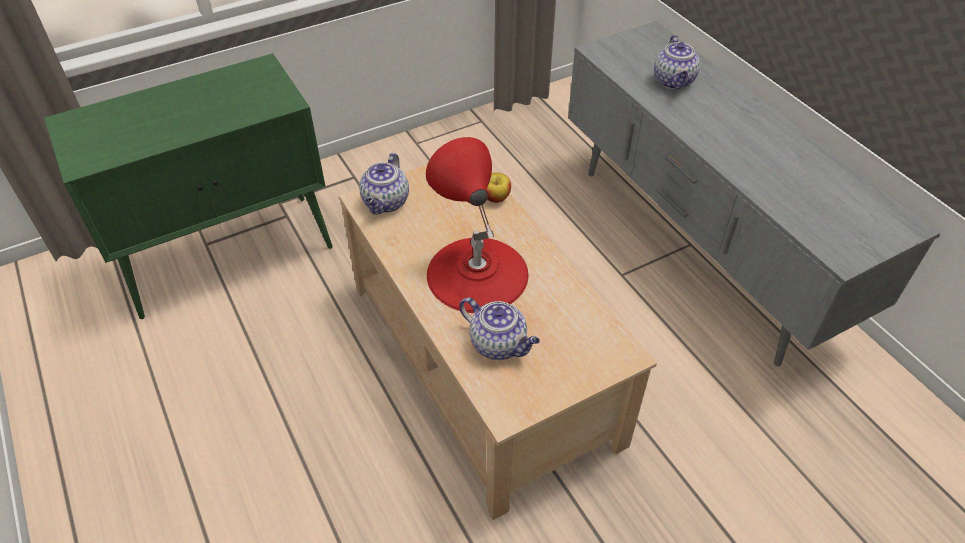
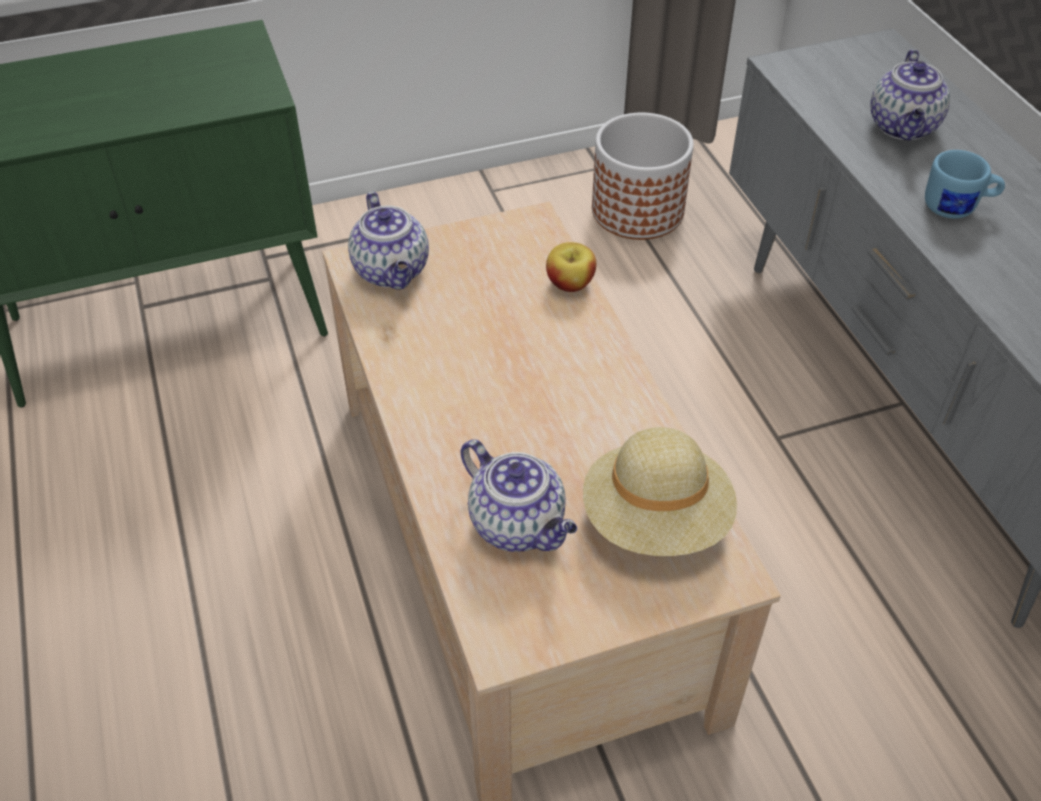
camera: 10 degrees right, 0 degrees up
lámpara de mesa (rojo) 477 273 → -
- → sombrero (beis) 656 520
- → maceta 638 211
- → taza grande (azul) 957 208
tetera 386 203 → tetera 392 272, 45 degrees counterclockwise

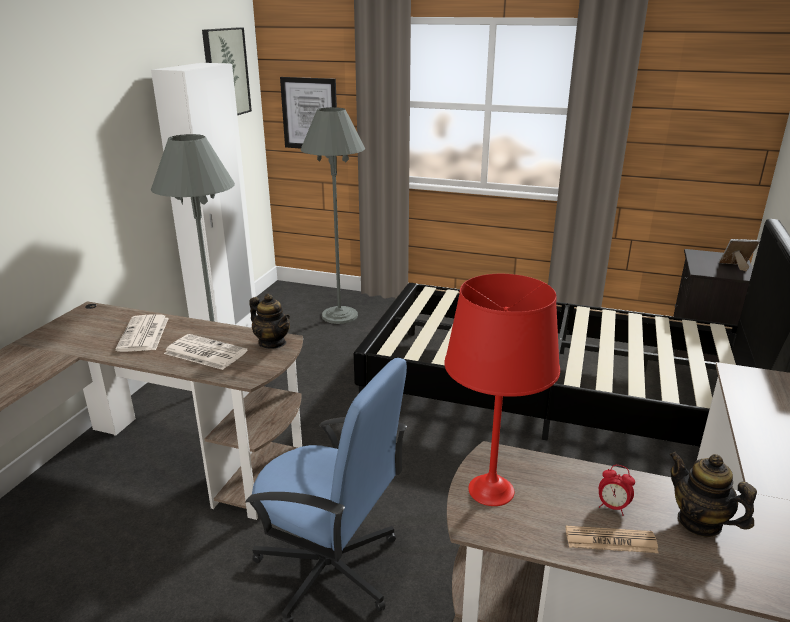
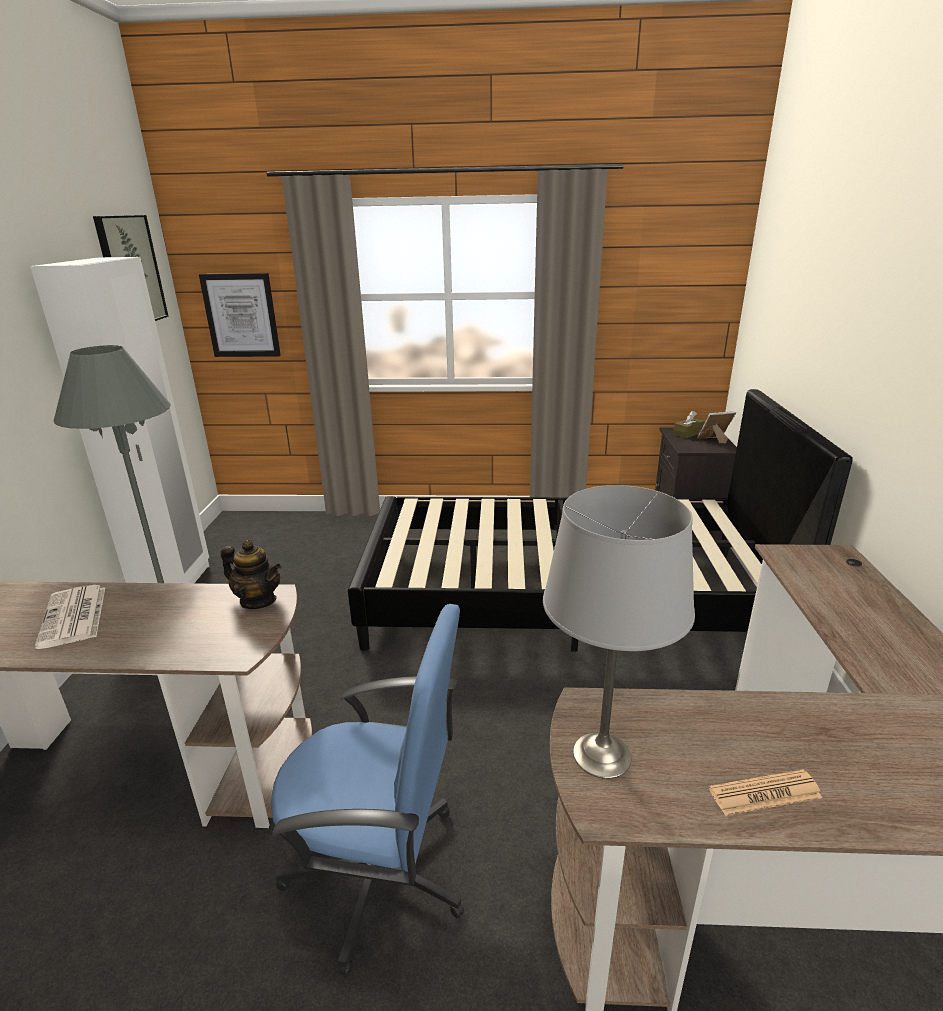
camera: 15 degrees left, 0 degrees up
periódico 204 352 → -
lámpara de pie (gris) 339 315 → -
despertador 612 507 → -
tetera 699 522 → -
- → caja de pañuelos (marrón) 688 433
lámpara de mesa (rojo) 492 490 → lámpara de mesa (gris) 603 755

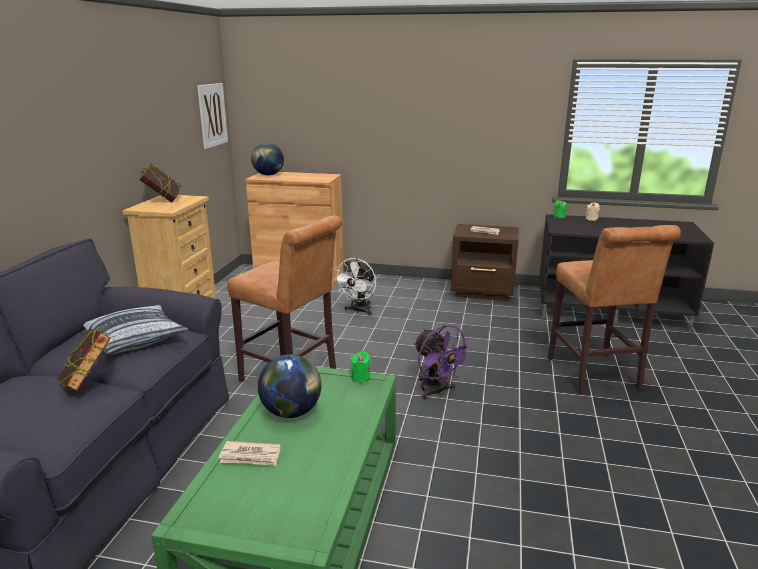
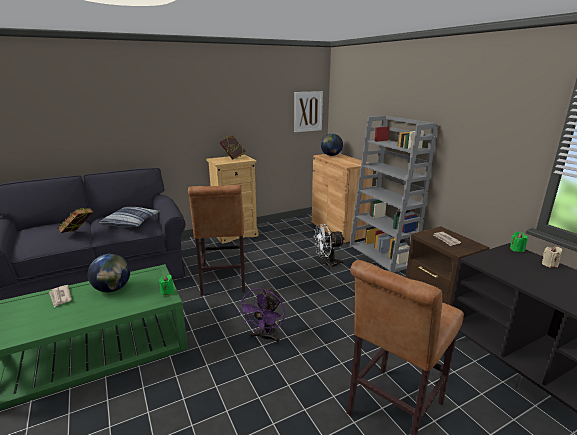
camera: 50 degrees right, 0 degrees up
- → estantería (gris) 382 255

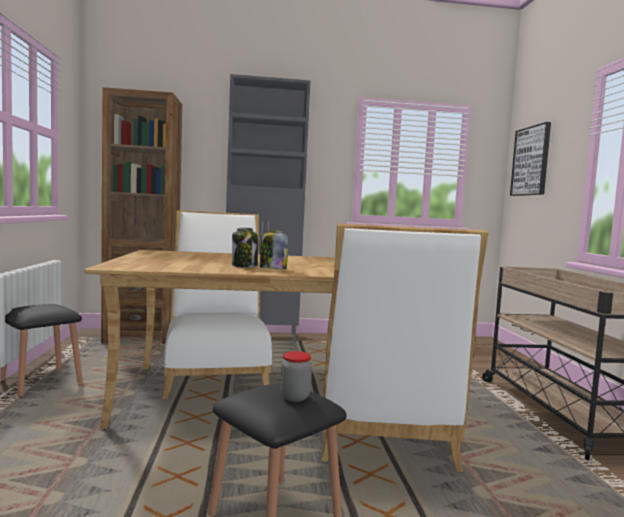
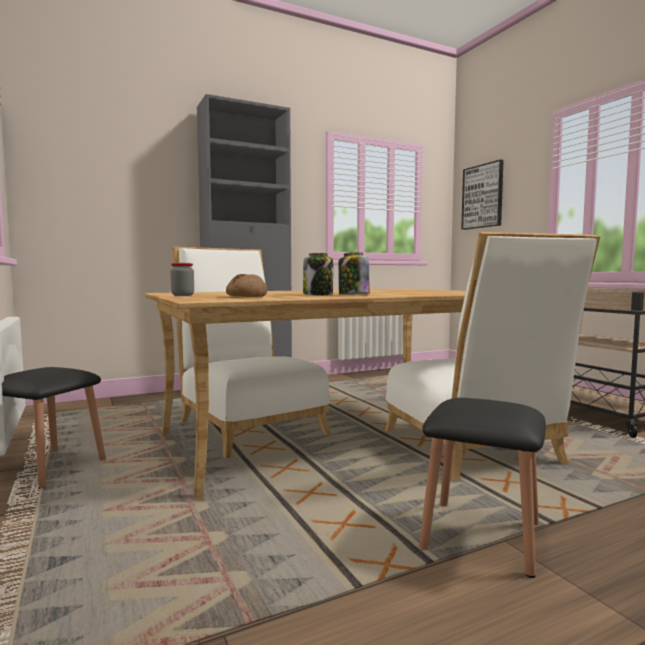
camera: 20 degrees left, 0 degrees up
estantería (marrón) 141 337 → -
- → pan 246 296
tarro 295 397 → tarro 182 295, relocated

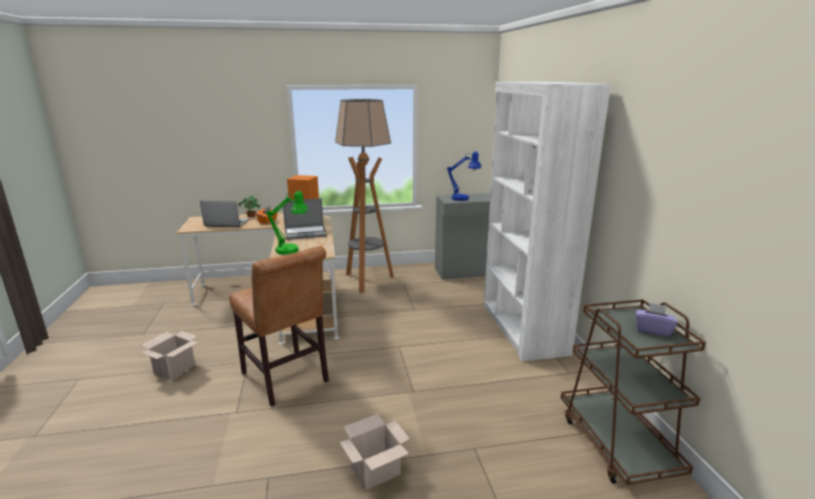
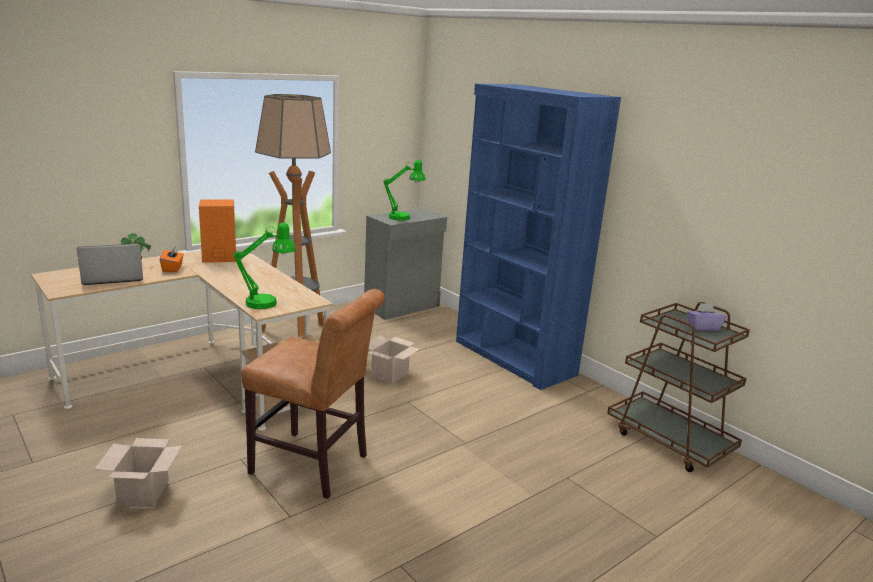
camera: 30 degrees left, 0 degrees up
portátil 306 233 → -
caja de cartón 375 472 → caja de cartón 390 375, relocated
lámpara de mesa (azul) 463 199 → lámpara de mesa (verde) 404 217
estantería (blanco) 522 328 → estantería (azul) 514 358

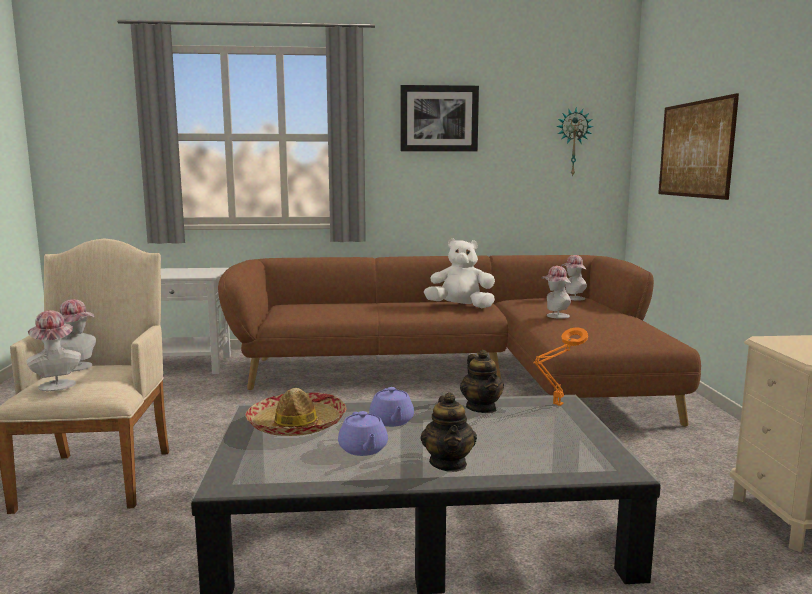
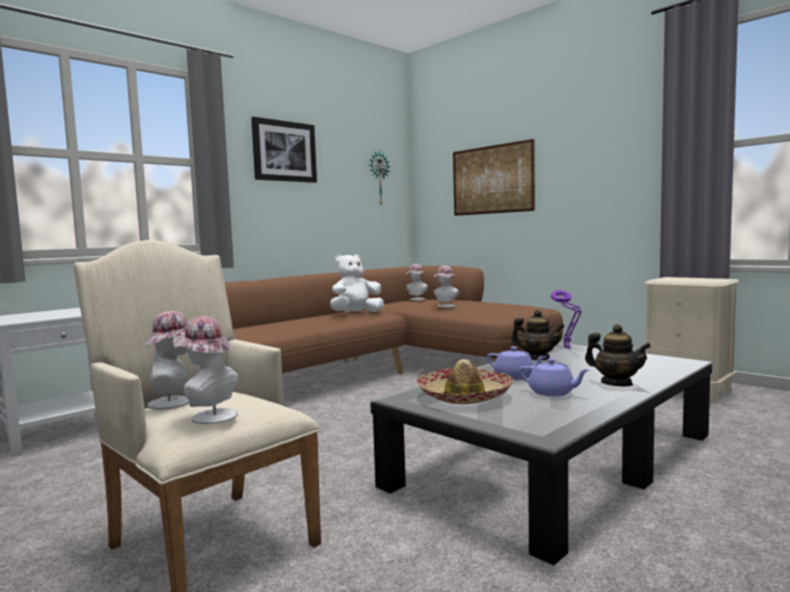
camera: 40 degrees left, 5 degrees down
lámpara de mesa (naranja) 556 405 → lámpara de mesa (morado) 568 348

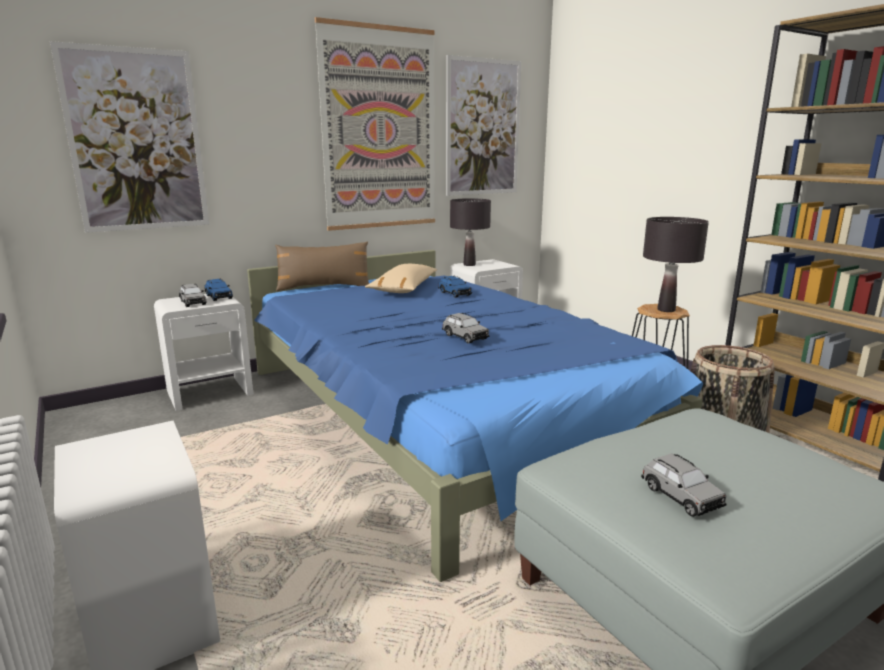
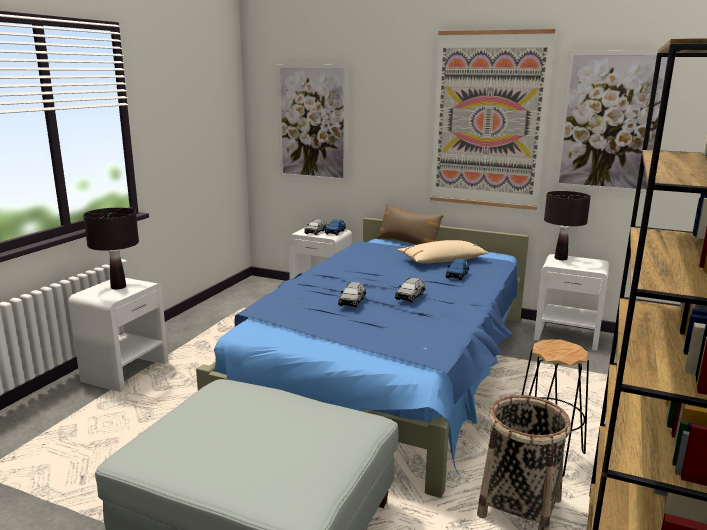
camera: 55 degrees right, 0 degrees up
coche de juguete (gris) 681 496 → coche de juguete (gris) 410 296, relocated
lámpara de mesa (negro) 666 310 → lámpara de mesa (negro) 118 287, relocated

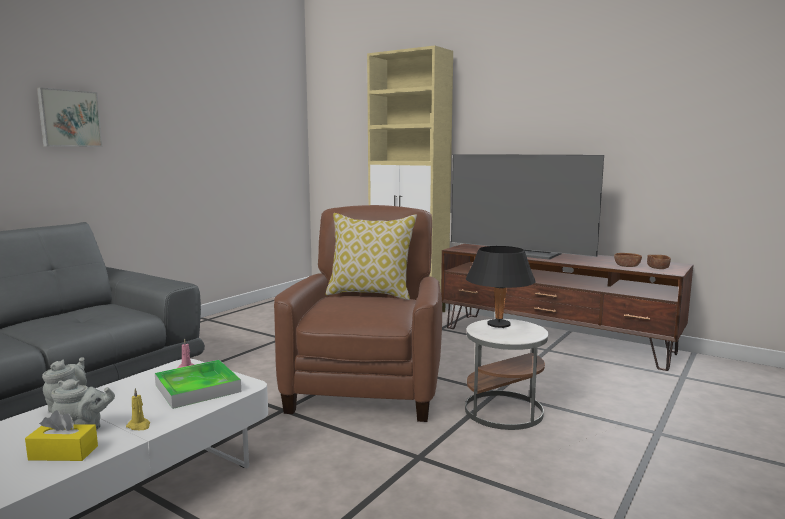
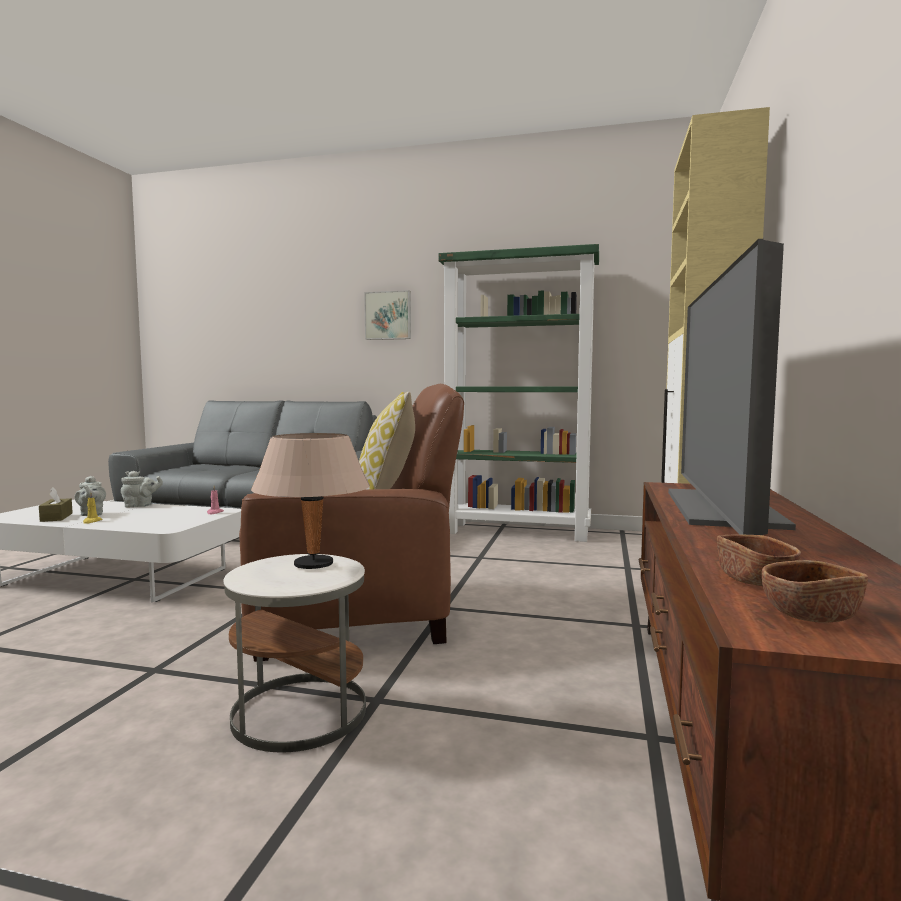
camera: 70 degrees right, 5 degrees down
bandeja 197 388 → -
- → estantería (verde) 518 532
caja de pañuelos (amarillo) 63 453 → caja de pañuelos (marrón) 56 517
lámpara de mesa (negro) 499 325 → lámpara de mesa (beis) 313 565

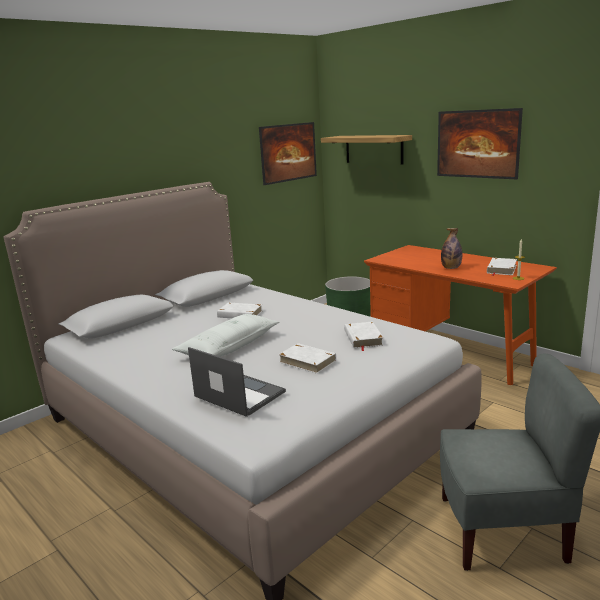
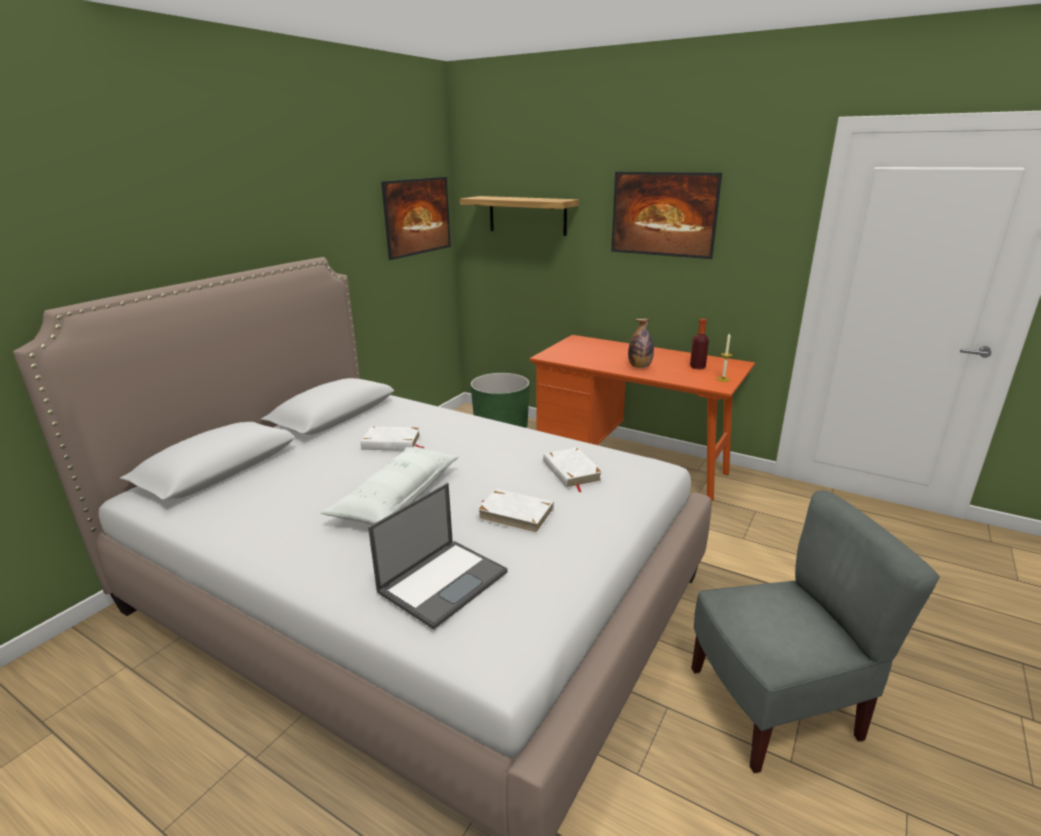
camera: 15 degrees left, 5 degrees up
libro (blanco) 501 269 → botella 697 367
portátil 238 394 → portátil 444 581, 105 degrees clockwise

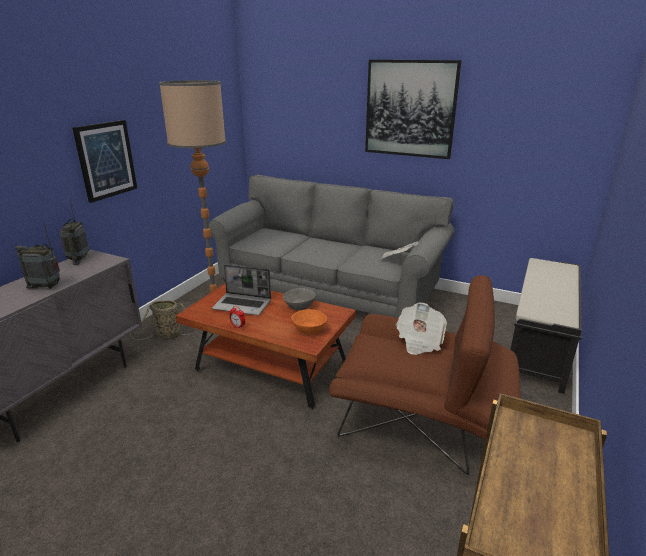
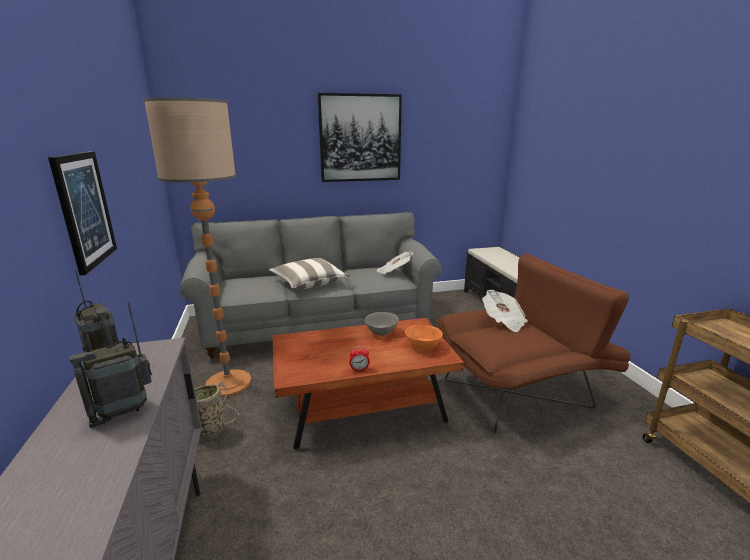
camera: 40 degrees left, 5 degrees down
portátil 243 305 → -
- → cojín 309 283

